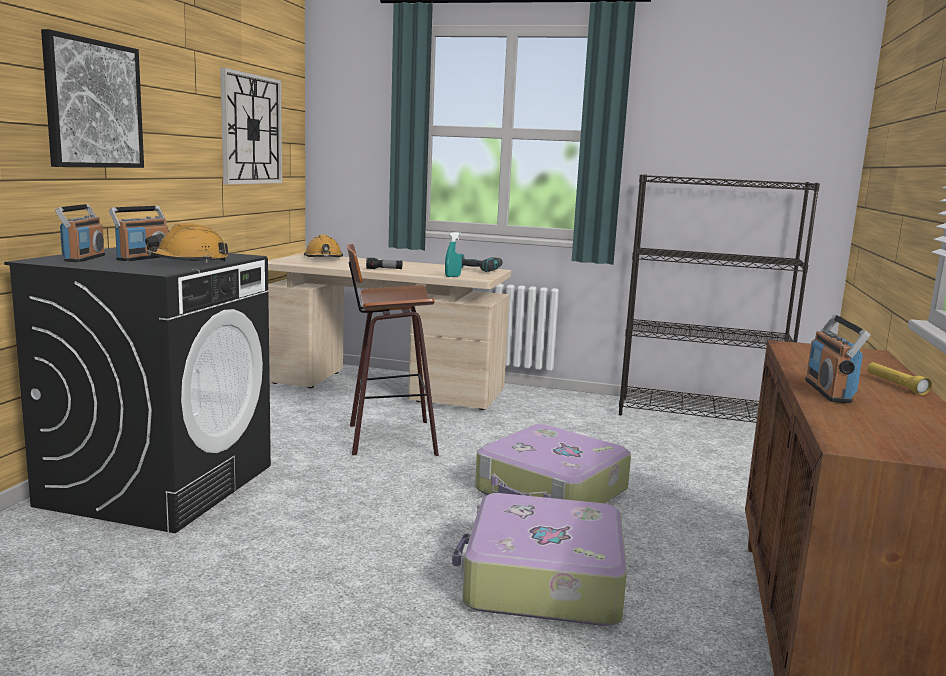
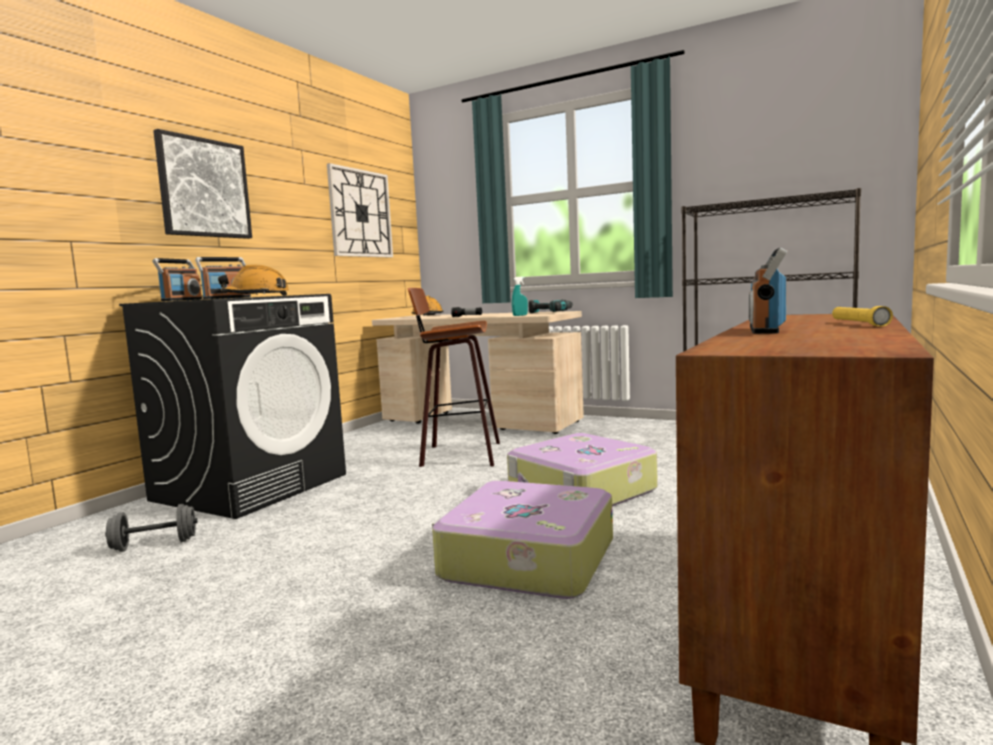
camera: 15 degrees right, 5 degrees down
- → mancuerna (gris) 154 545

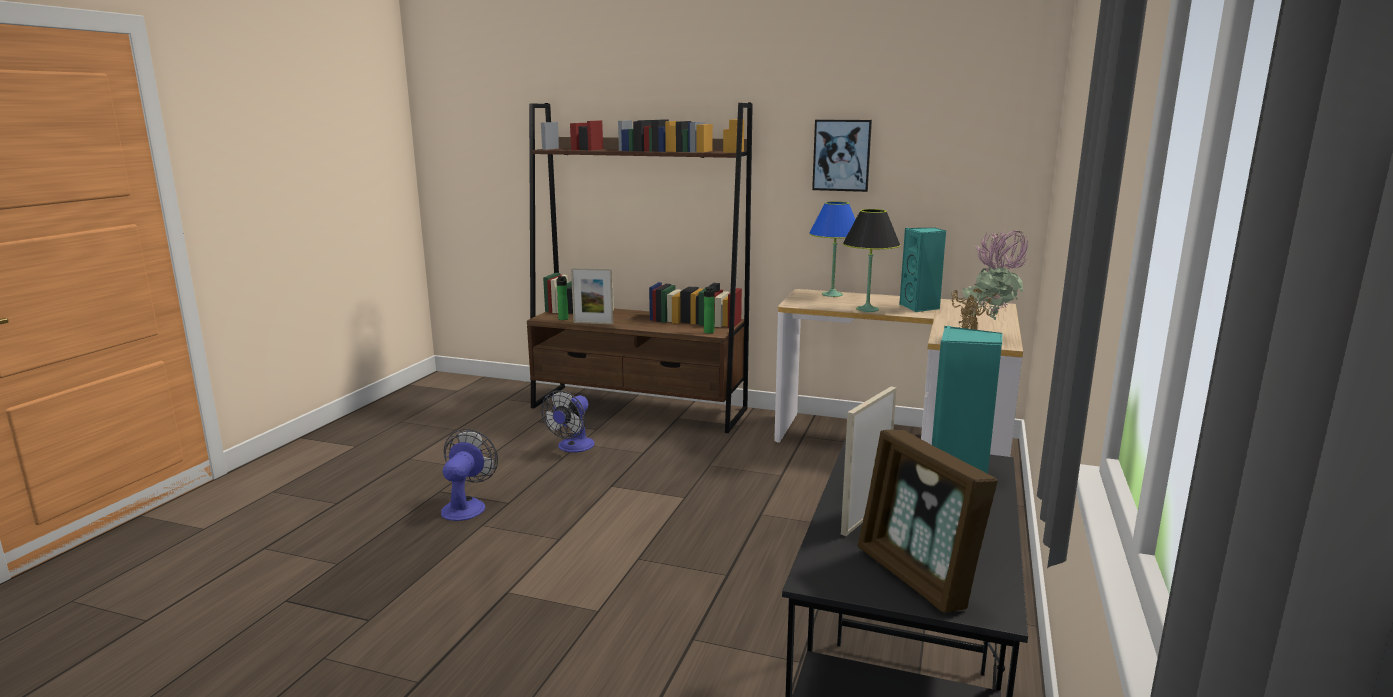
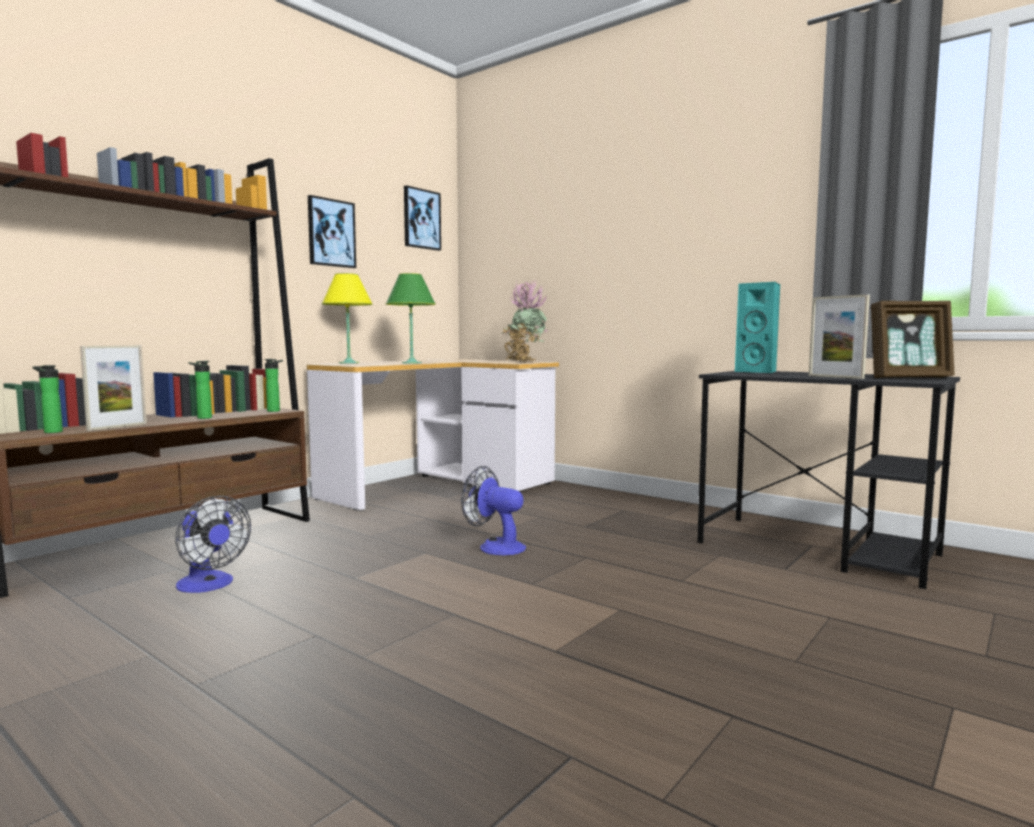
camera: 70 degrees left, 10 degrees down
altavoz (turquesa) 920 307 → -
- → botella 202 418
- → cuadro 421 219
ventilador 466 506 → ventilador 495 546, relocated
lámpara de mesa (azul) 832 294 → lámpara de mesa (amarillo) 348 363
lámpara de mesa (negro) 867 309 → lámpara de mesa (verde) 412 363

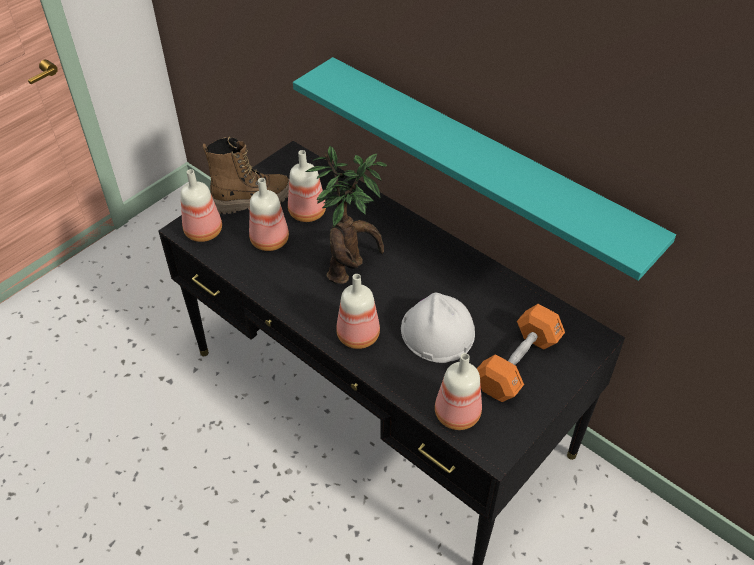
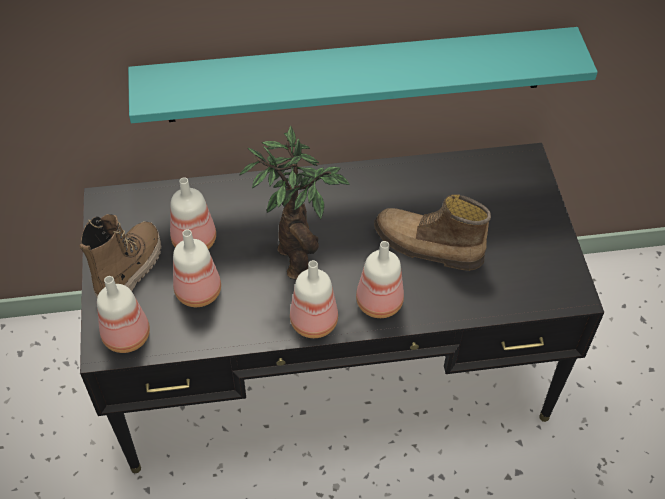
camera: 50 degrees left, 5 degrees up
mancuerna (naranja) 517 364 → -
botella 457 415 → botella 315 322, relocated
casco (blanco) 437 331 → bota 427 247

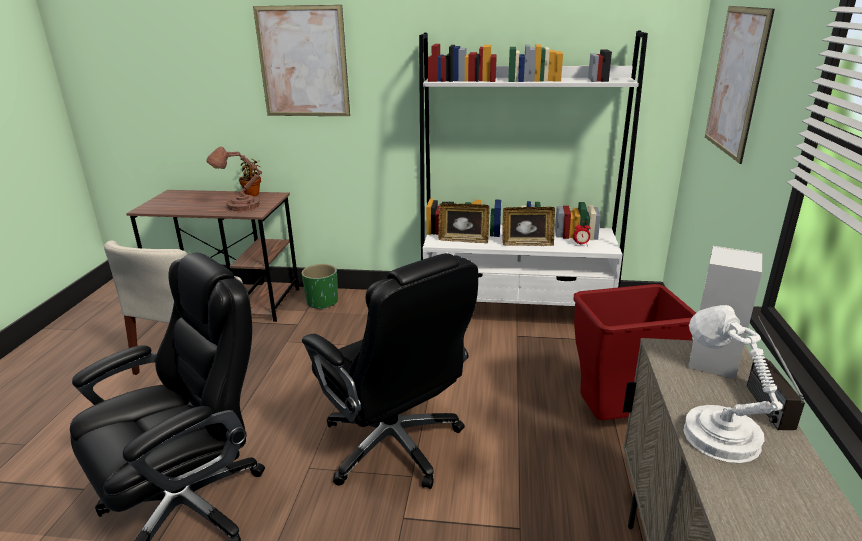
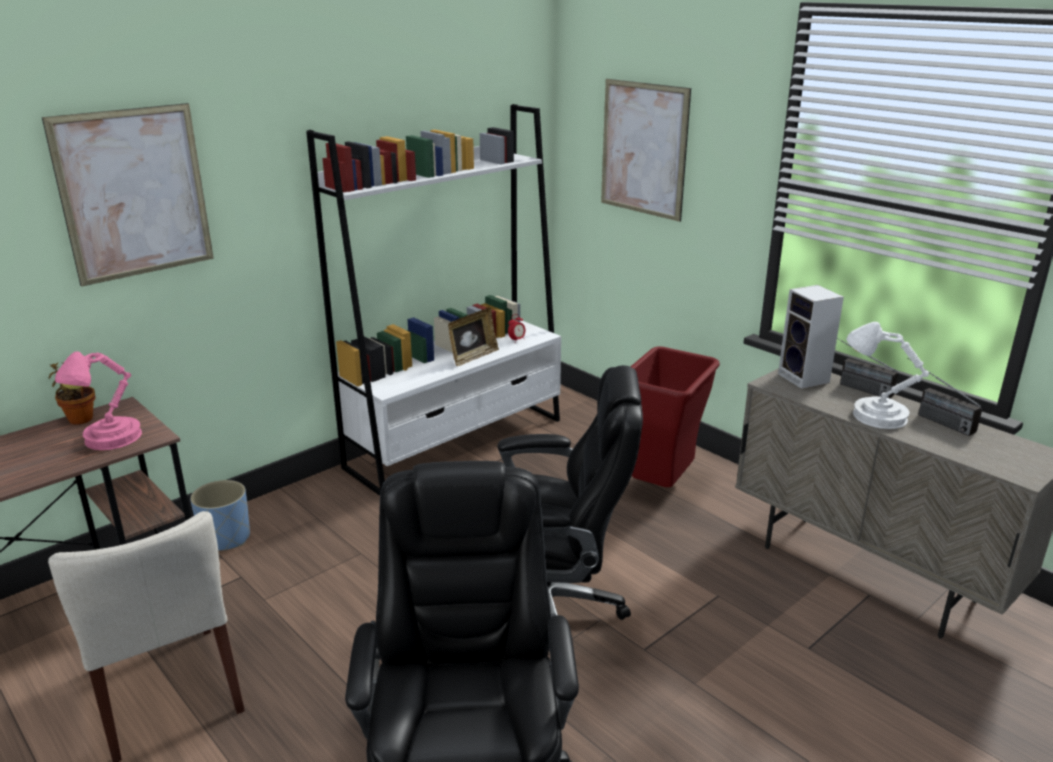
camera: 50 degrees left, 0 degrees up
portarretratos 463 240 → -
- → radio 932 418
lámpara de mesa (marrón) 240 207 → lámpara de mesa (rosa) 110 439
maceta (verde) 322 302 → maceta (azul) 226 538

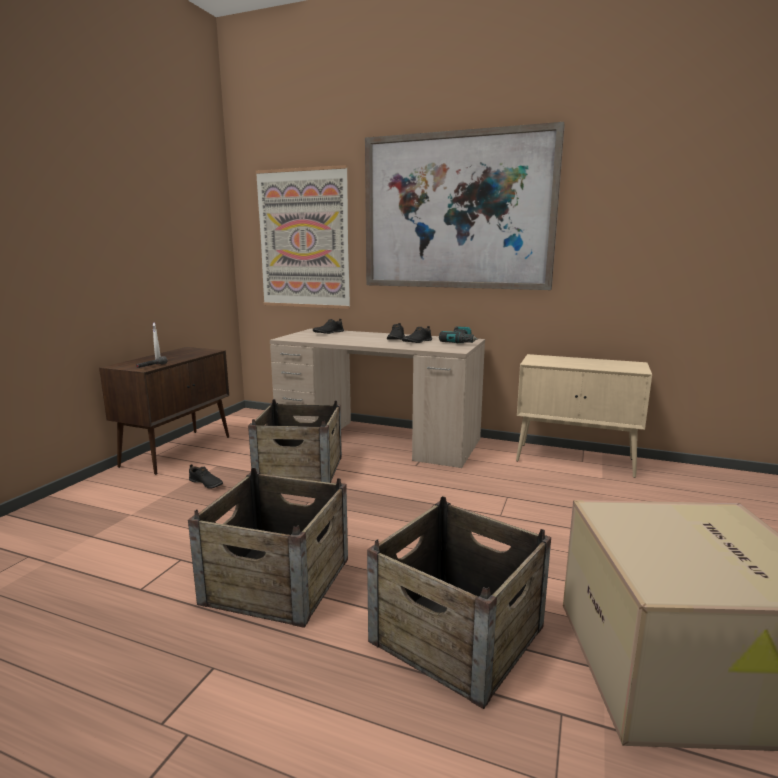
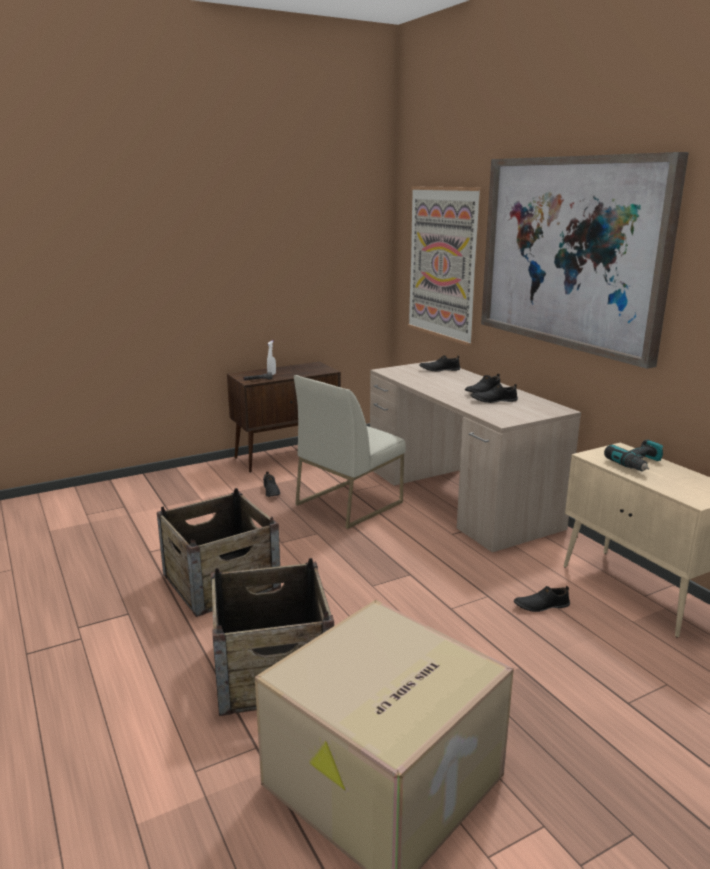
camera: 40 degrees right, 5 degrees up
- → zapato (negro) 541 605
taladro 461 342 → taladro 638 464, relocated
caja de embalaje 299 470 → silla (blanco) 349 503

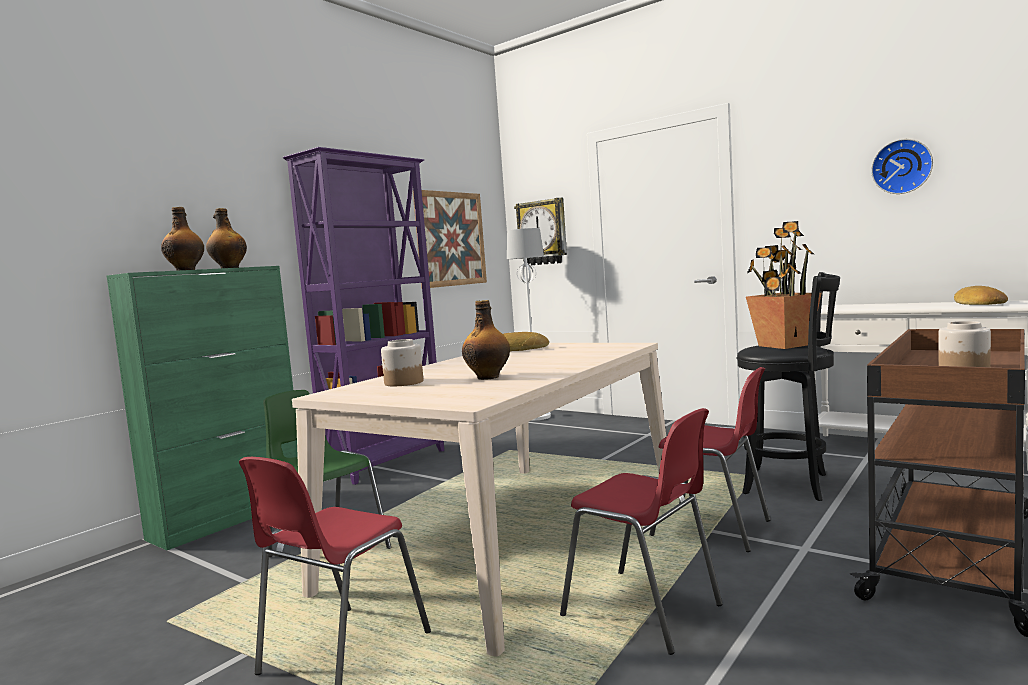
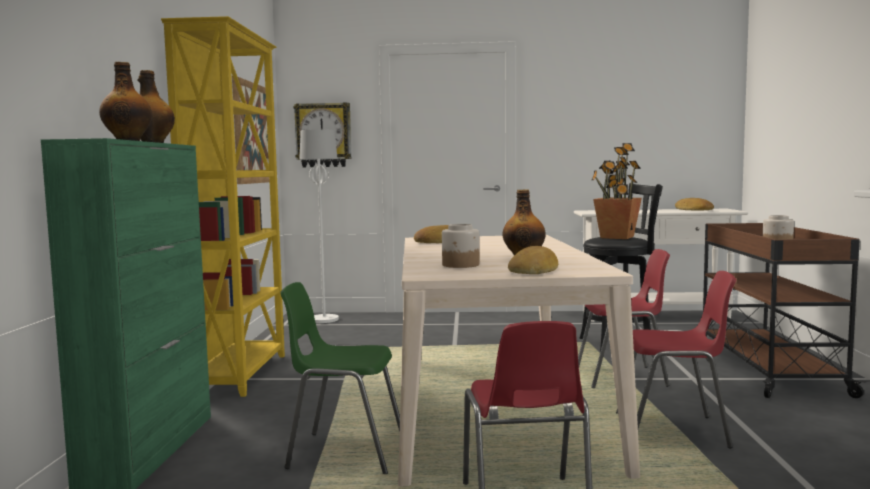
camera: 35 degrees left, 0 degrees up
reloj de pared 902 167 → -
- → pan 534 270
estantería (morado) 387 463 → estantería (amarillo) 242 374

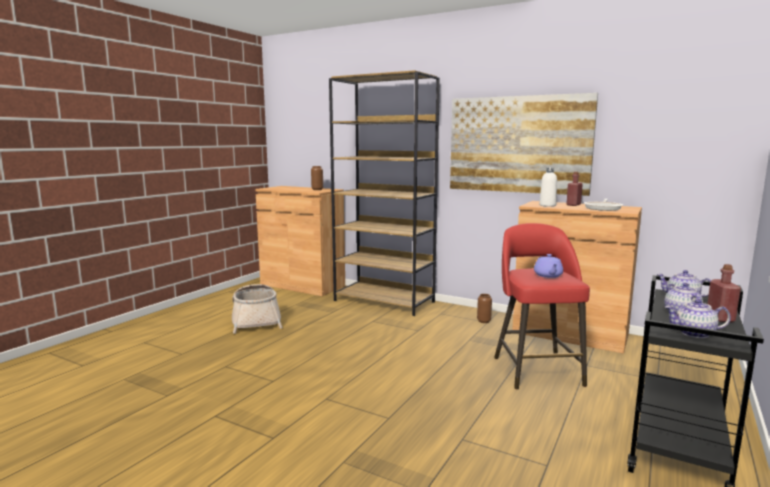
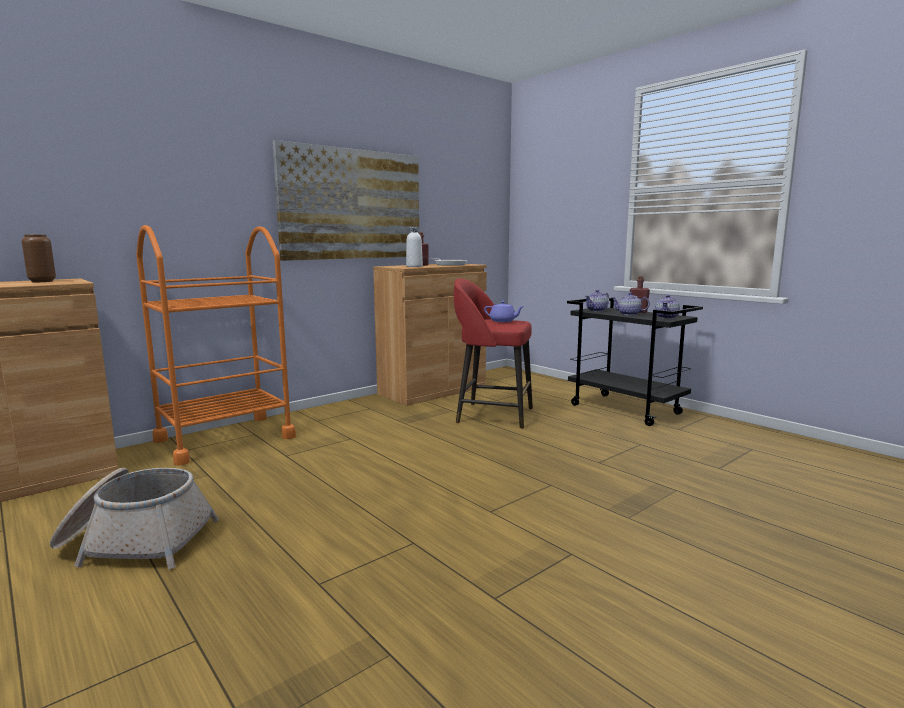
camera: 70 degrees left, 0 degrees up
florero (marrón) 483 321 → -
estantería (marrón) 384 301 → carrito (naranja) 225 439

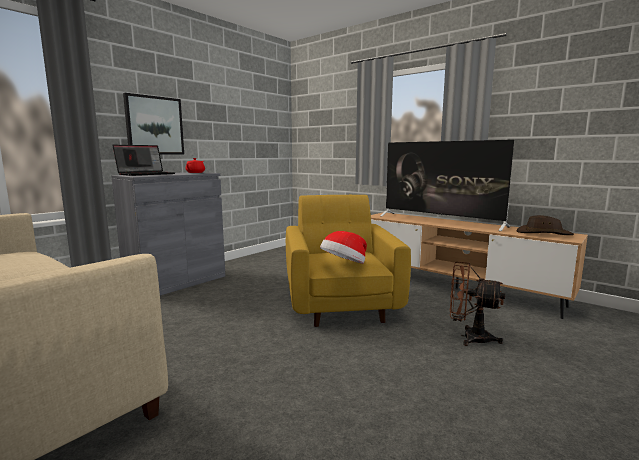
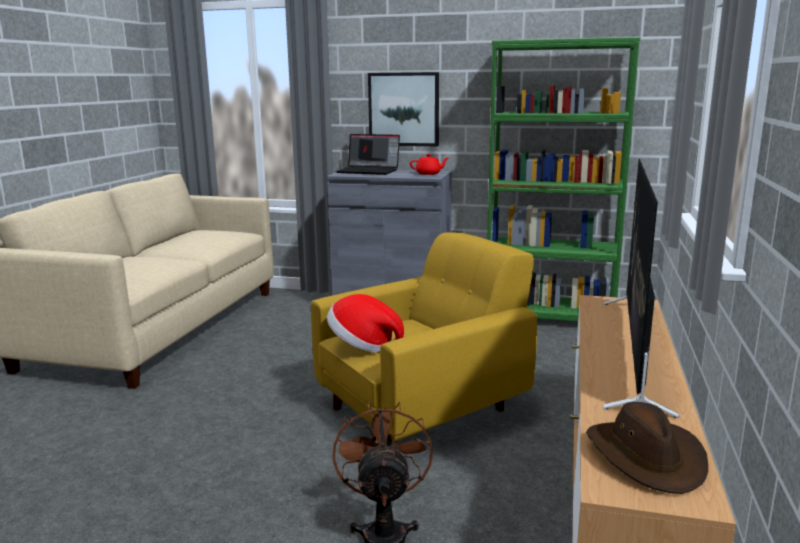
camera: 65 degrees right, 5 degrees up
- → estantería (verde) 549 318

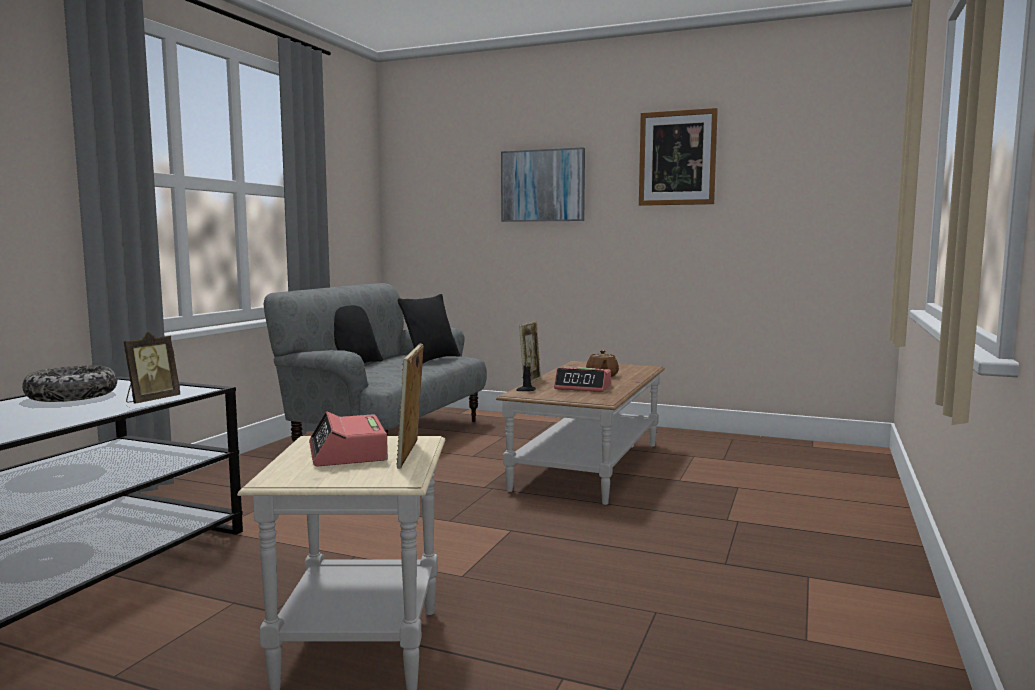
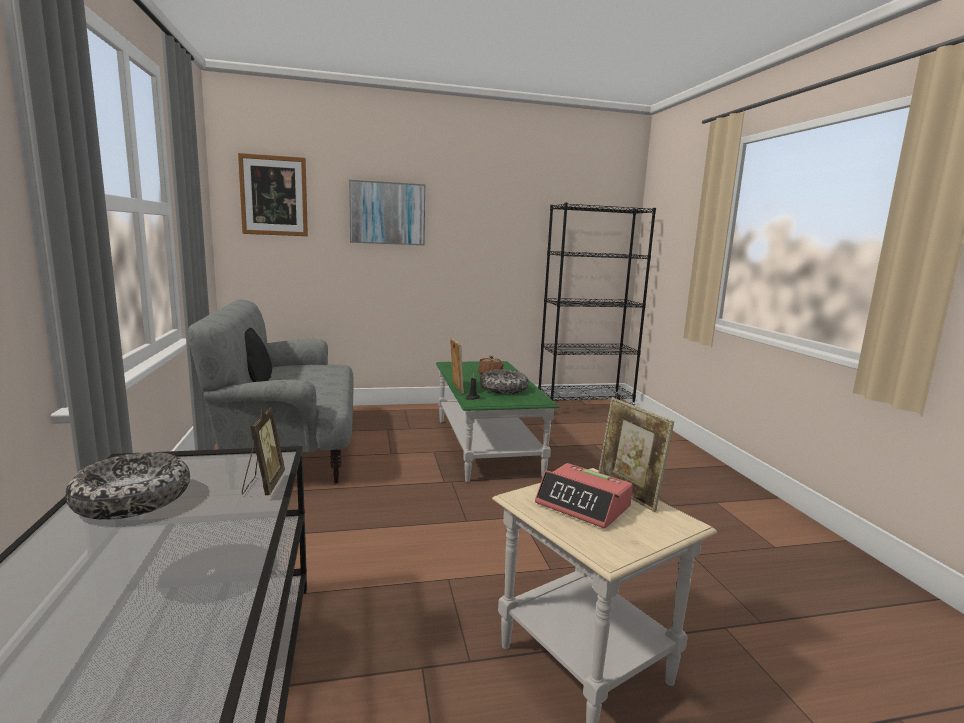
camera: 35 degrees left, 5 degrees up
cojín (negro) 431 360 → -
- → estantería (negro) 585 407
cuadro 677 158 → cuadro 274 196, relocated
despertador 583 387 → cuenco 503 389
mesa de centro (marrón) 588 466 → mesa de centro (verde) 486 446

